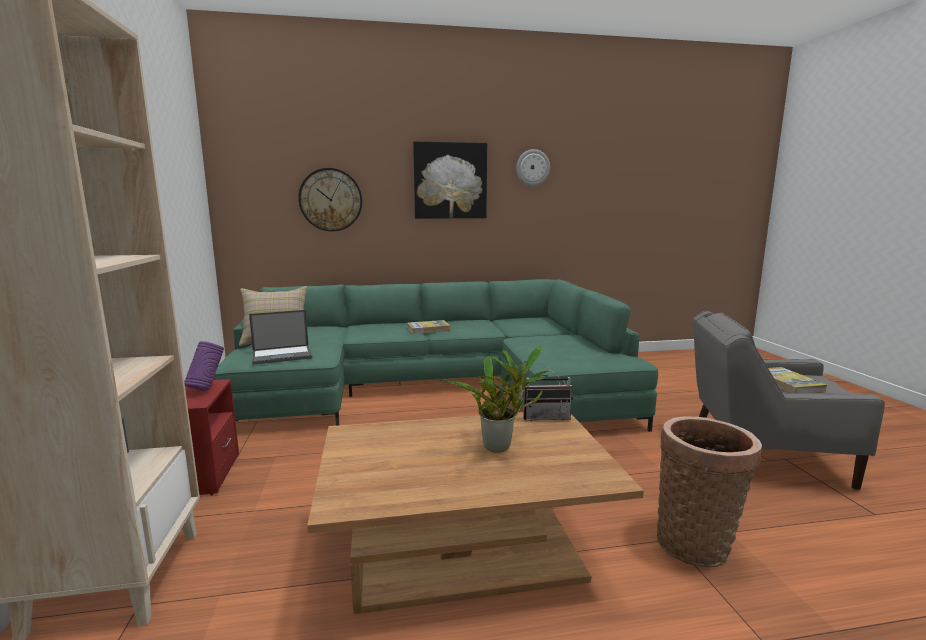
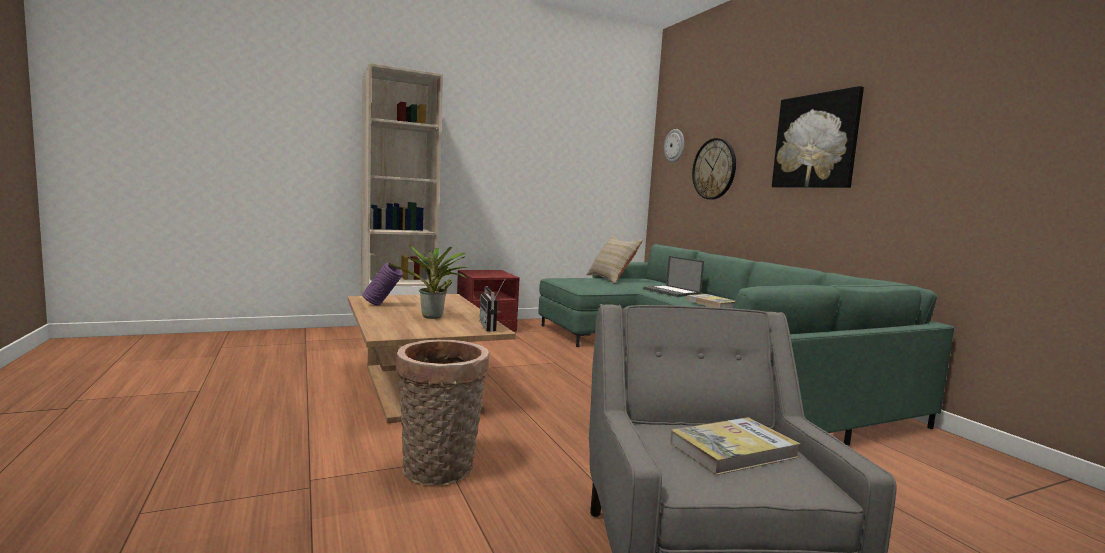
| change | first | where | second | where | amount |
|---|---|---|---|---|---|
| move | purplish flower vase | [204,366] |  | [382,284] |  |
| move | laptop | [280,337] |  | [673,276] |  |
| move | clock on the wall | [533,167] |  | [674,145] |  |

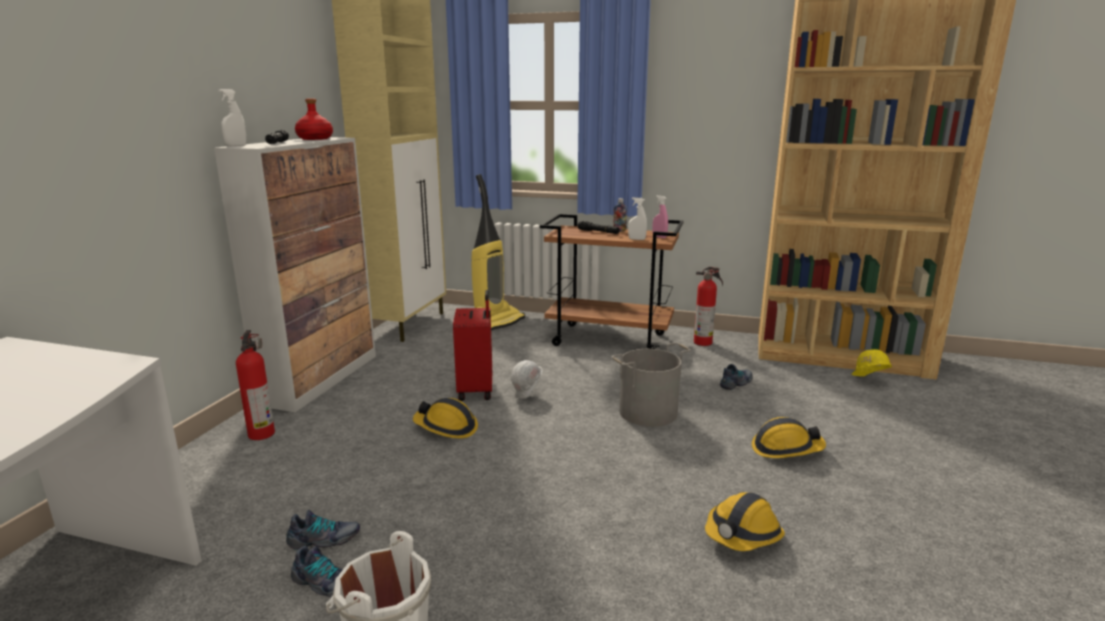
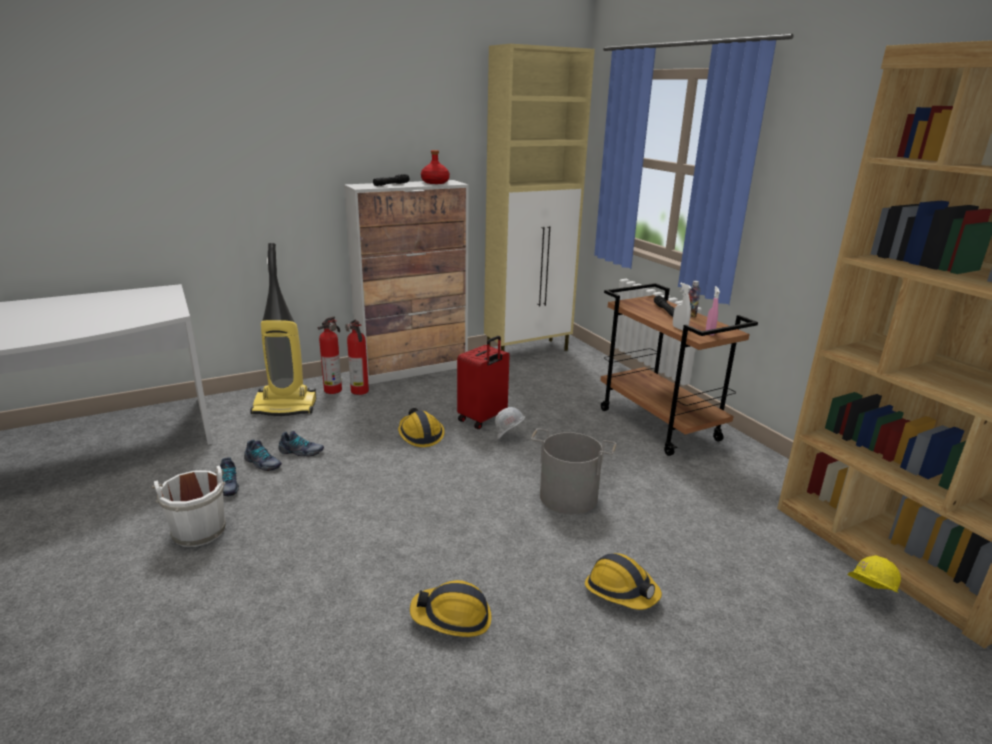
| change | first | where | second | where | amount |
|---|---|---|---|---|---|
| delete | whitish spray bottle | [232,117] |  |  |  |
| move | hoover | [498,252] |  | [283,329] |  |
| move | fire-fighting cylinder | [708,306] |  | [357,357] |  |
| move | shoe | [736,377] |  | [301,444] |  |

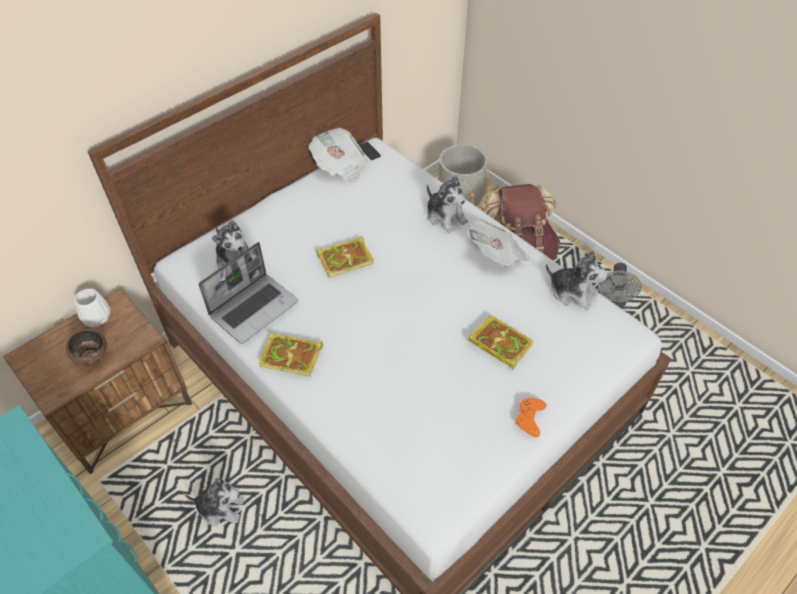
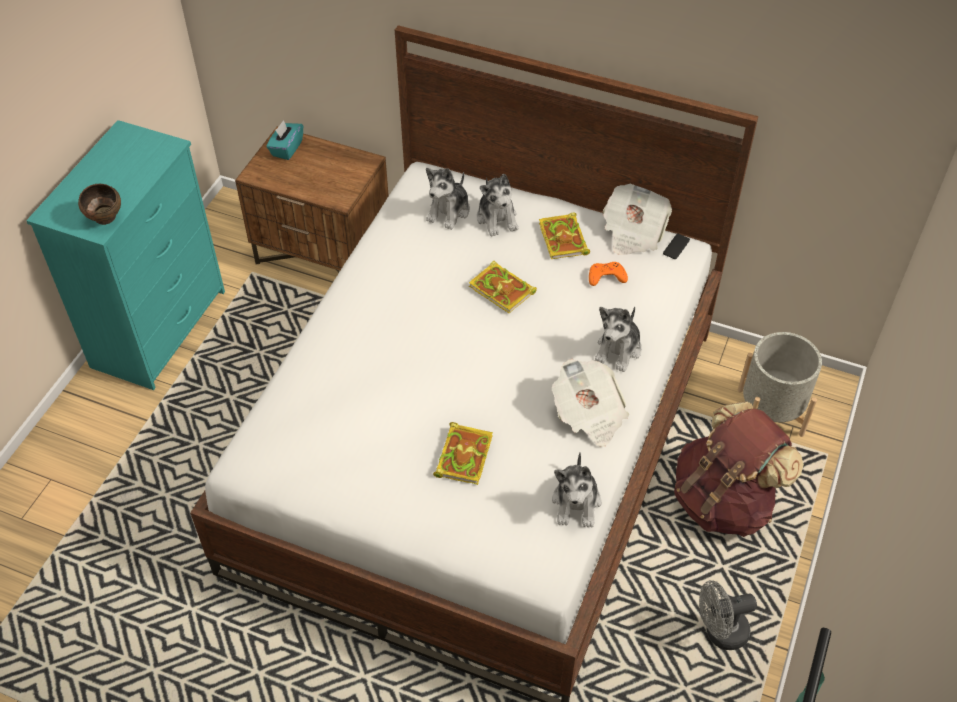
| change | first | where | second | where | amount |
|---|---|---|---|---|---|
| move | brown deep dish | [86,348] |  | [99,204] |  |
| delete | whitish flower vase | [92,308] |  |  |  |
| move | plush toy | [215,502] |  | [497,205] |  |
| delete | laptop | [248,293] |  |  |  |
| move | volume | [291,354] |  | [564,236] |  |
| move | orangey gamepad | [531,417] |  | [608,274] |  |
| insert |  |  | blue-green box of tissues | [284,140] |  |

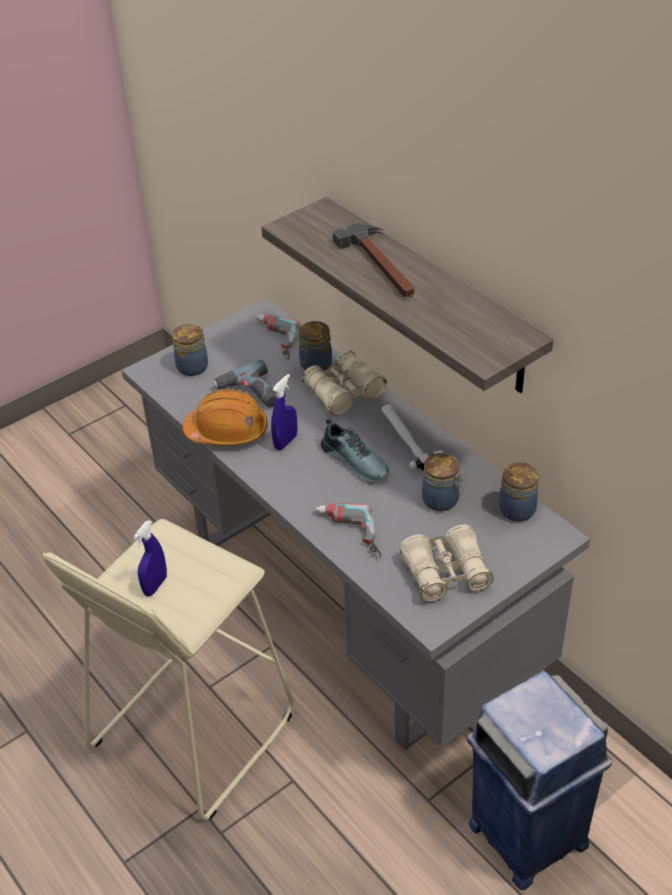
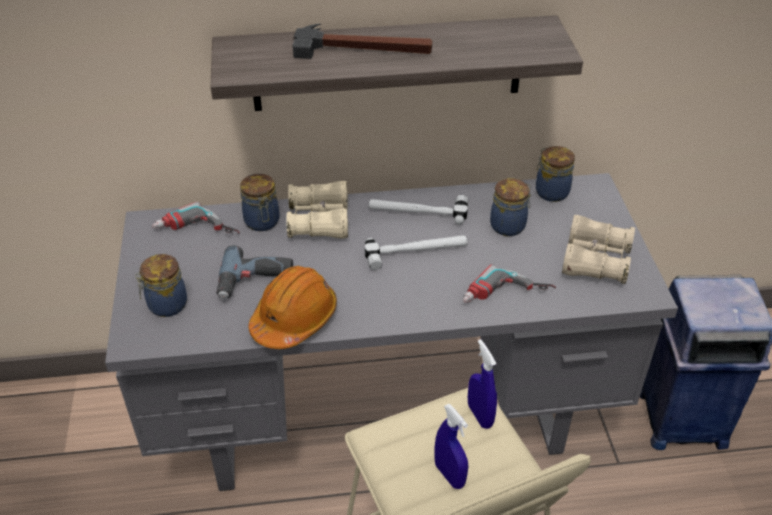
| change | first | where | second | where | amount |
|---|---|---|---|---|---|
| move | blue spray bottle | [284,412] |  | [482,384] |  |
| replace | shoe | [355,450] | hammer | [416,252] |  |

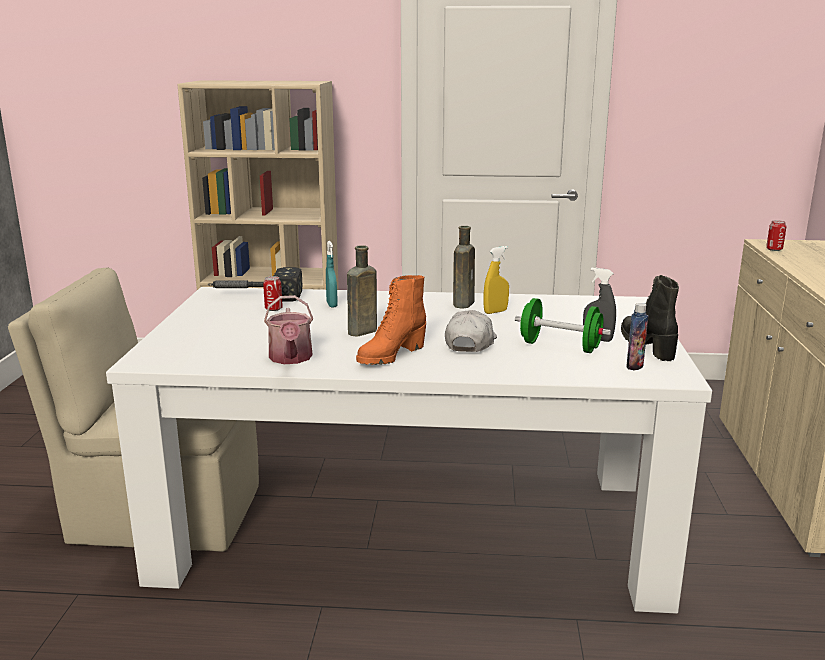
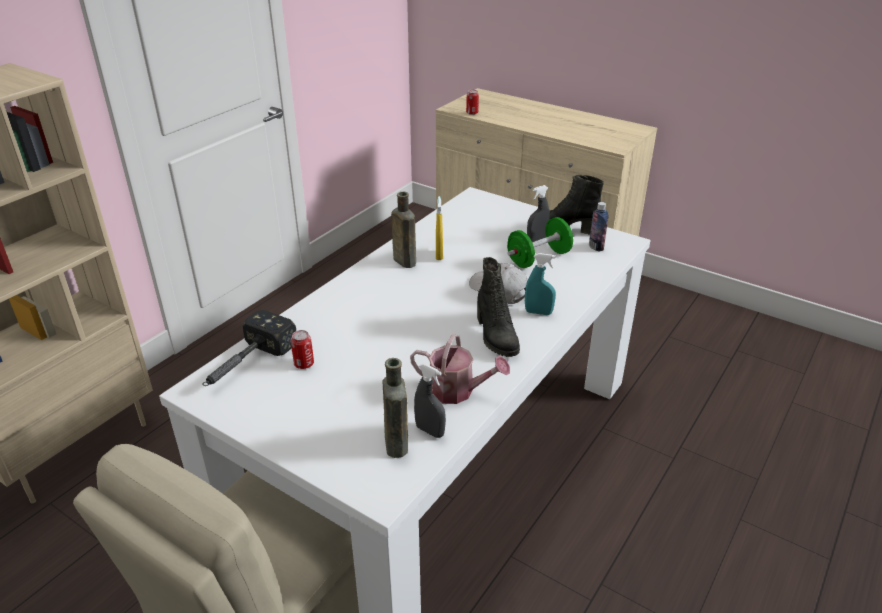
| change | first | where | second | where | amount |
|---|---|---|---|---|---|
| move | blue-green spray bottle | [332,274] |  | [540,284] |  |
| move | brown bottle | [362,290] |  | [395,408] |  |
| recolor | orangey tall boot | [391,320] | black-coloured tall boot | [498,307] |  |
| insert |  |  | grey spray bottle | [430,401] |  |

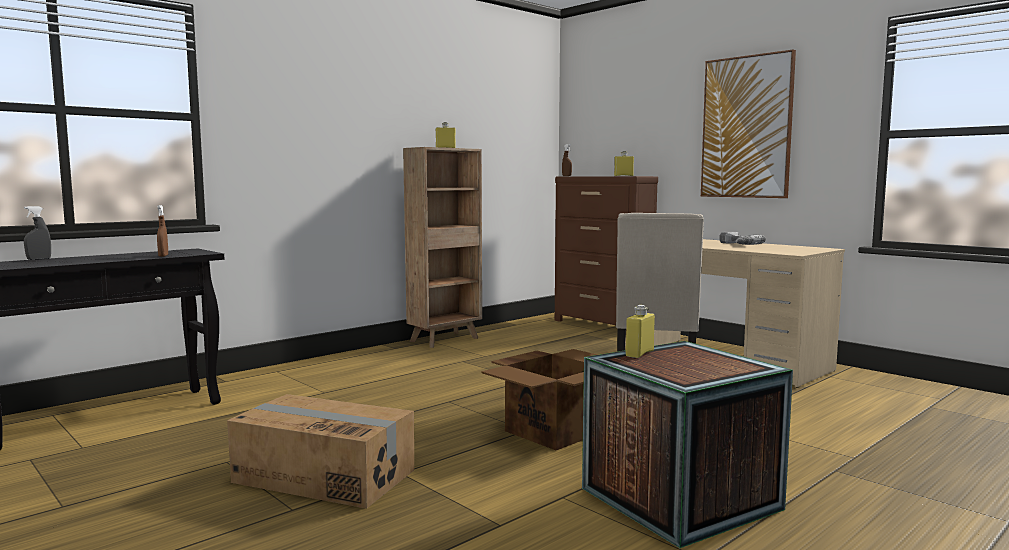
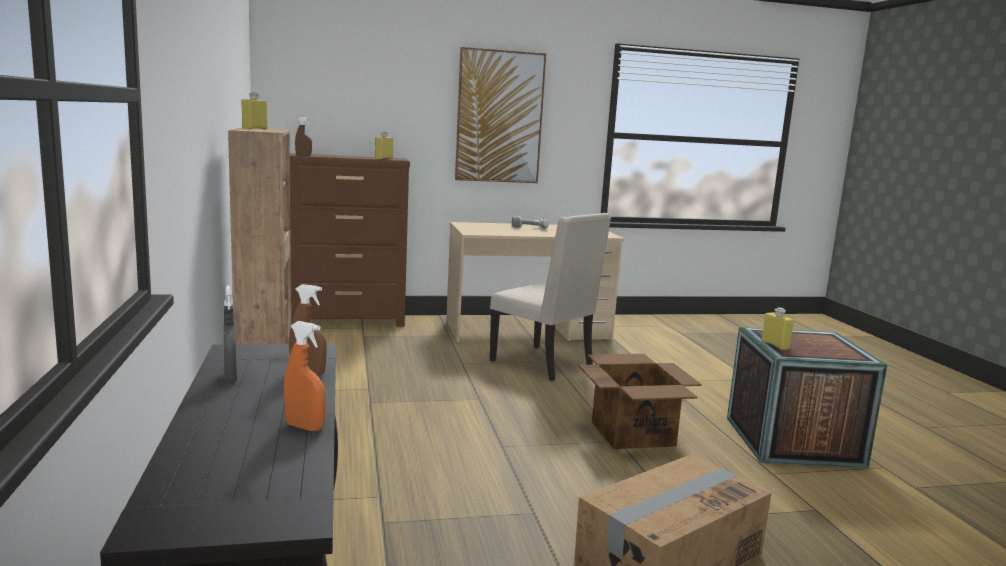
| change | first | where | second | where | amount |
|---|---|---|---|---|---|
| move | grey spray bottle | [37,233] |  | [230,334] |  |
| insert |  |  | orangey spray bottle | [305,376] |  |

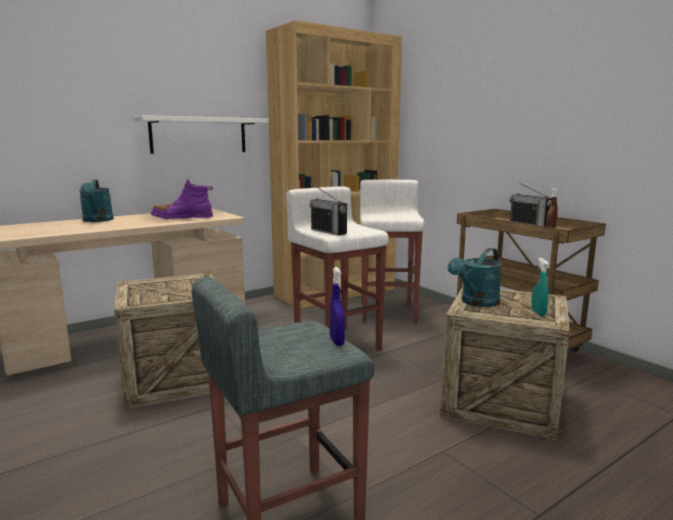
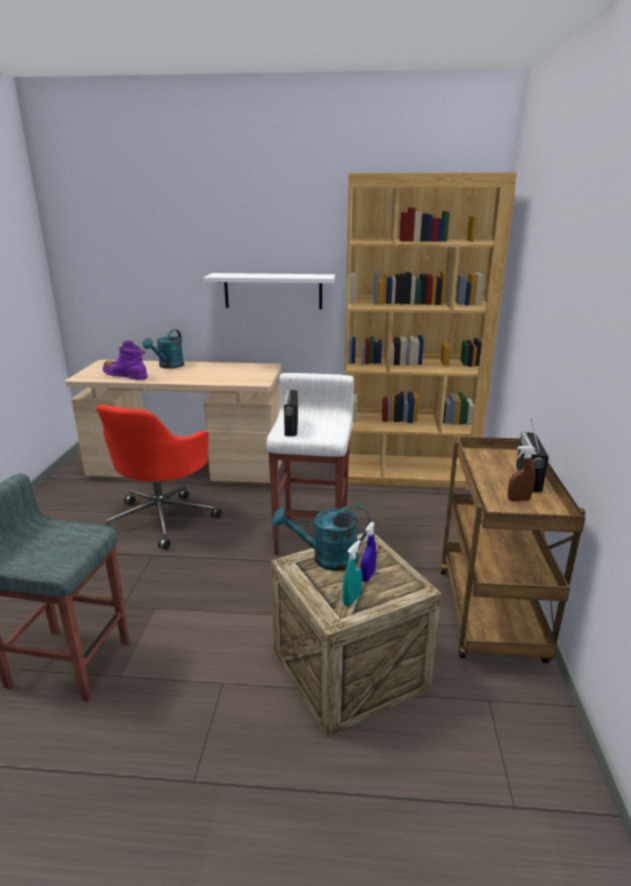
| change | first | where | second | where | amount |
|---|---|---|---|---|---|
| replace | shipping crate | [164,341] | red-coloured computer chair | [158,477] |  |
| move | purplish tall boot | [182,199] |  | [125,360] |  |
| move | blue spray bottle | [337,306] |  | [368,552] |  |
| delete | whitish sitting stool | [392,251] |  |  |  |

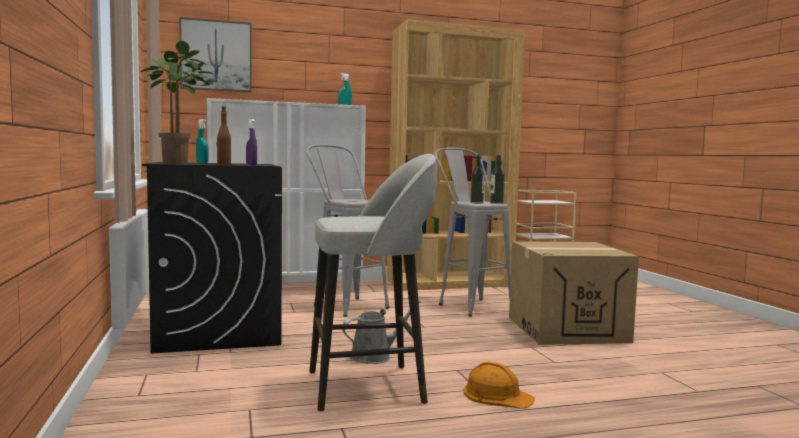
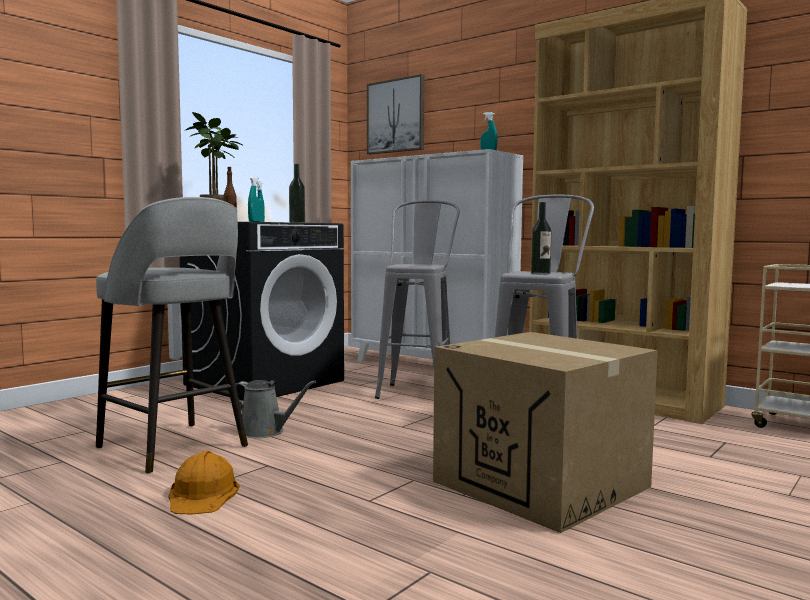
| change | first | where | second | where | amount |
|---|---|---|---|---|---|
| recolor | purplish spray bottle | [251,142] | blue-green spray bottle | [255,199] |  |
| move | bottle | [497,179] |  | [297,193] |  |

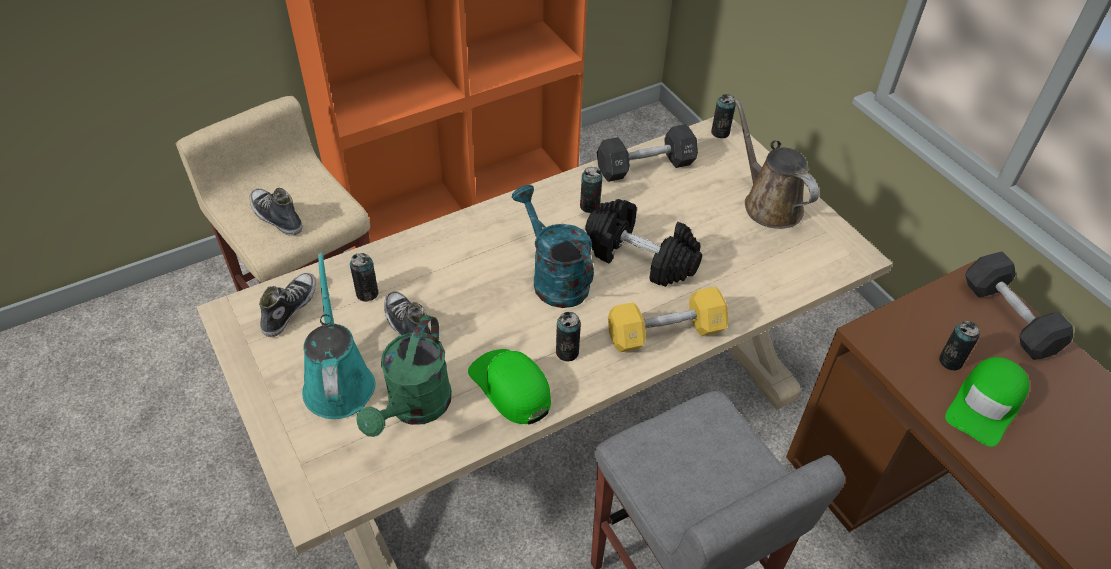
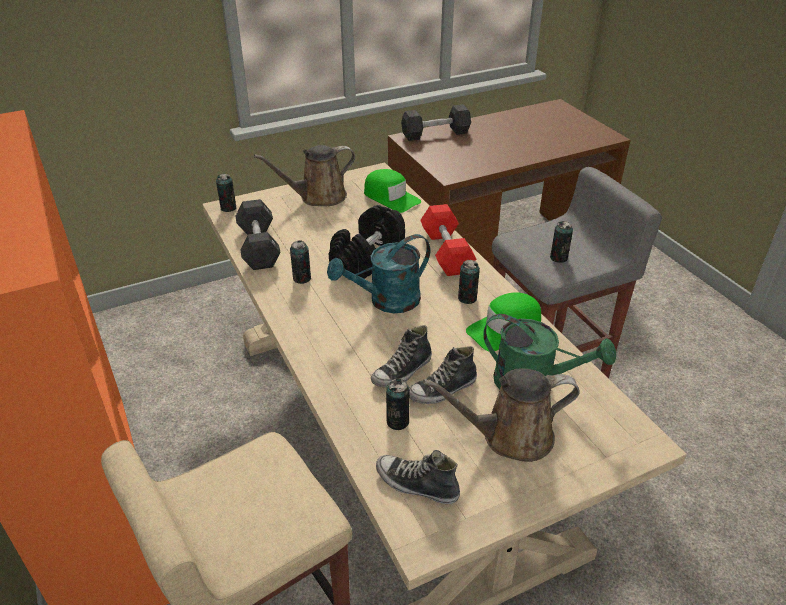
| change | first | where | second | where | amount |
|---|---|---|---|---|---|
| move | shoe | [275,211] |  | [401,356] |  |
| recolor | blue-green watering pot | [339,335] | brown watering pot | [501,415] |  |
| recolor | yellowish dumbbell | [668,319] | red-coloured dumbbell | [448,240] |  |
| move | sealed can | [959,346] |  | [561,242] |  |
| move | green baseball cap | [987,402] |  | [392,191] |  |

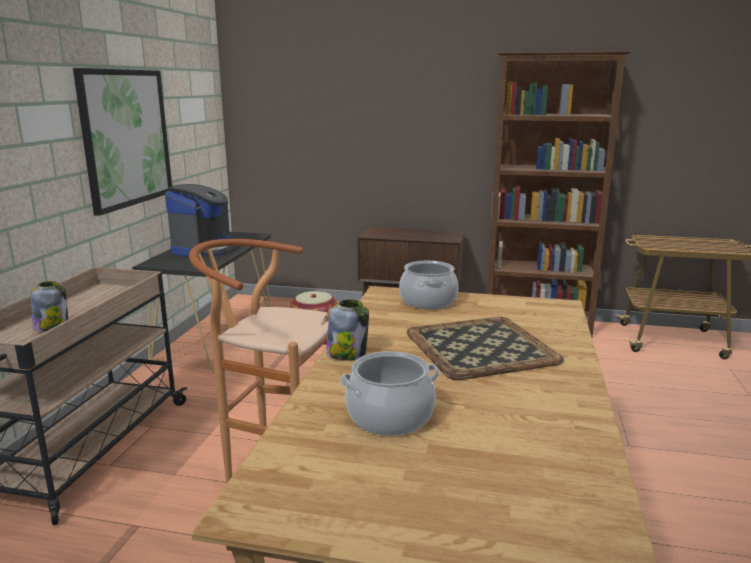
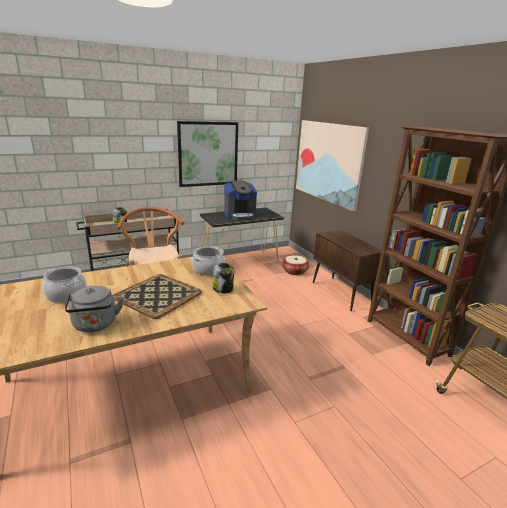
| change | first | where | second | where | amount |
|---|---|---|---|---|---|
| move | preserve jar | [347,329] |  | [223,278] |  |
| insert |  |  | grey kettle | [94,309] |  |
| insert |  |  | picture | [332,166] |  |

